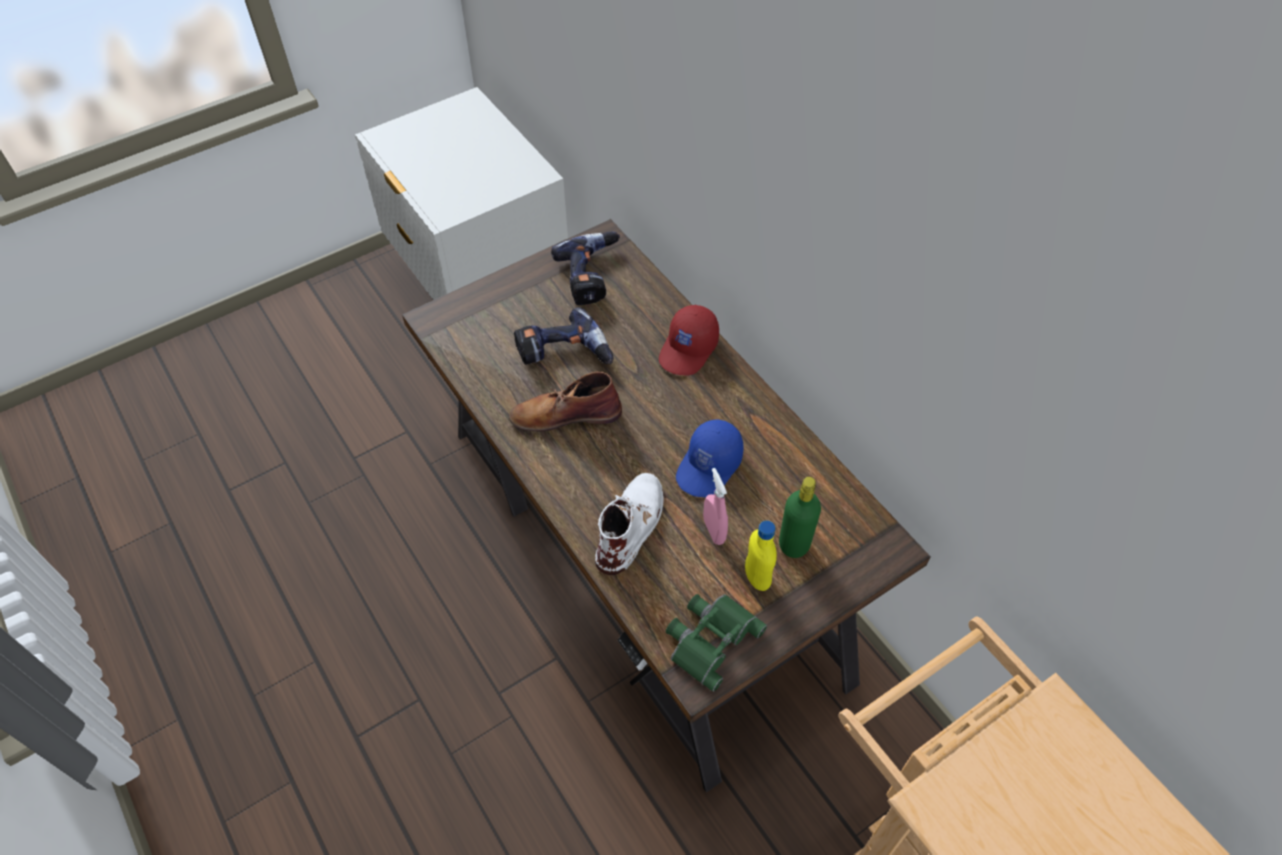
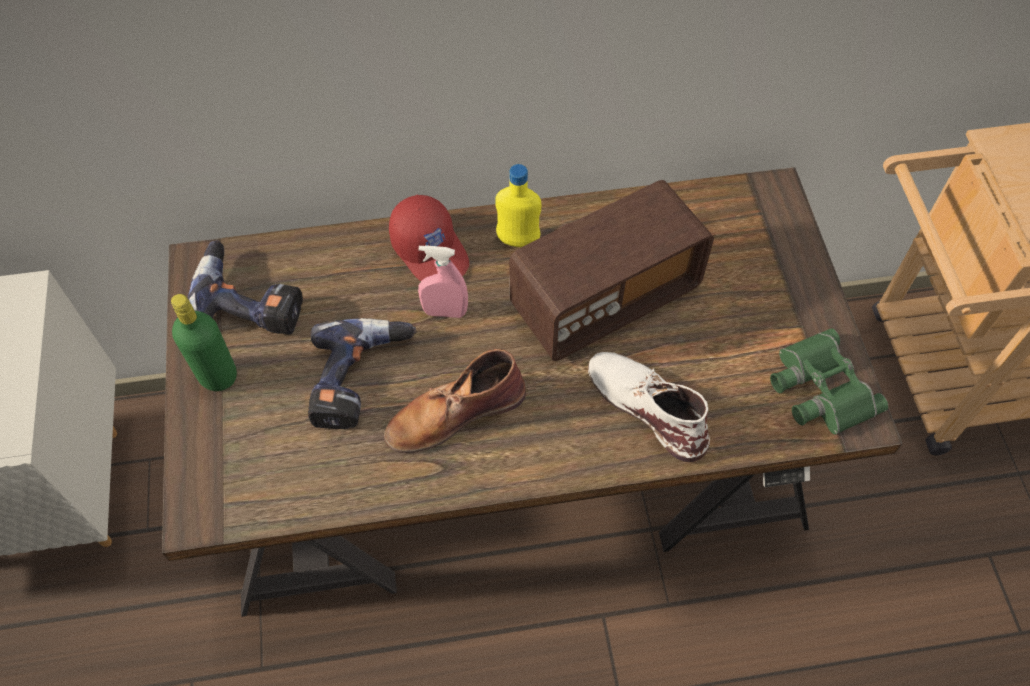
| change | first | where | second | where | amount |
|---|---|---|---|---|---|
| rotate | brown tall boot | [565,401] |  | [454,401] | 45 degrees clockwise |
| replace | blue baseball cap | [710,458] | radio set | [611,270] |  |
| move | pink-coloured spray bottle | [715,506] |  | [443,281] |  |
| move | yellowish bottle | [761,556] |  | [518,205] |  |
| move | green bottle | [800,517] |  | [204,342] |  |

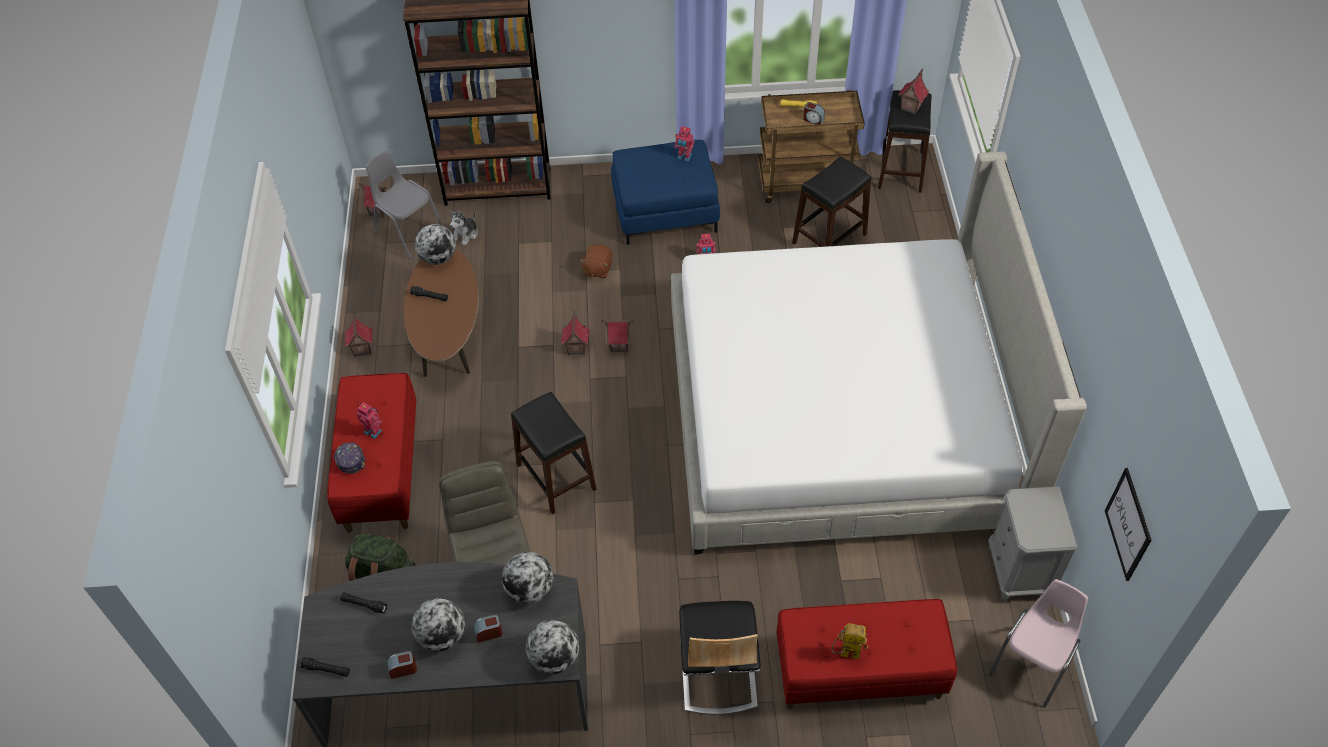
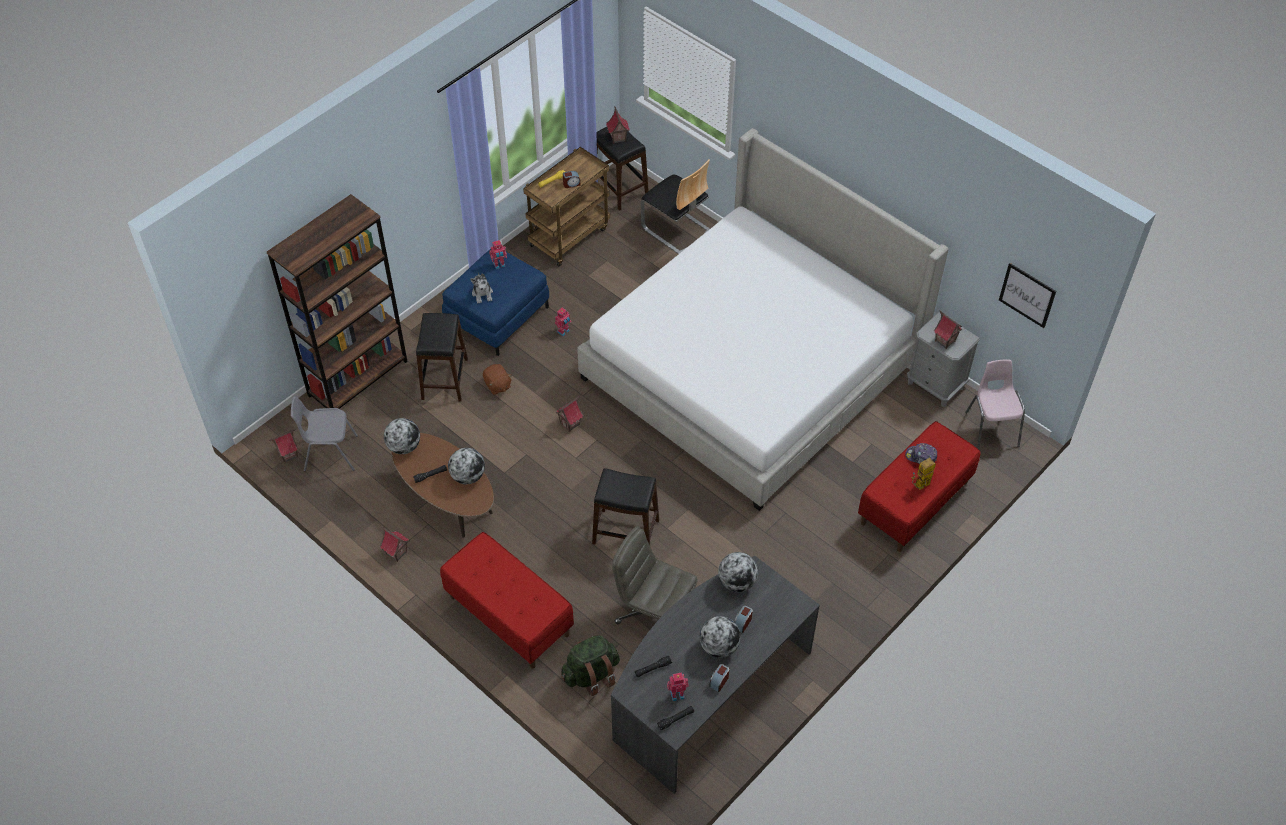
| change | first | where | second | where | amount |
|---|---|---|---|---|---|
| move | baseball cap | [349,458] |  | [921,453] |  |
| move | model robot | [369,420] |  | [678,687] |  |
| move | plush toy | [463,228] |  | [481,287] |  |
| move | globe | [552,647] |  | [466,466] |  |
| move | toy house | [575,332] |  | [948,330] |  |
| move | chair | [720,658] |  | [675,206] |  |
| move | black-coloured sitting stool | [831,202] |  | [442,357] |  |

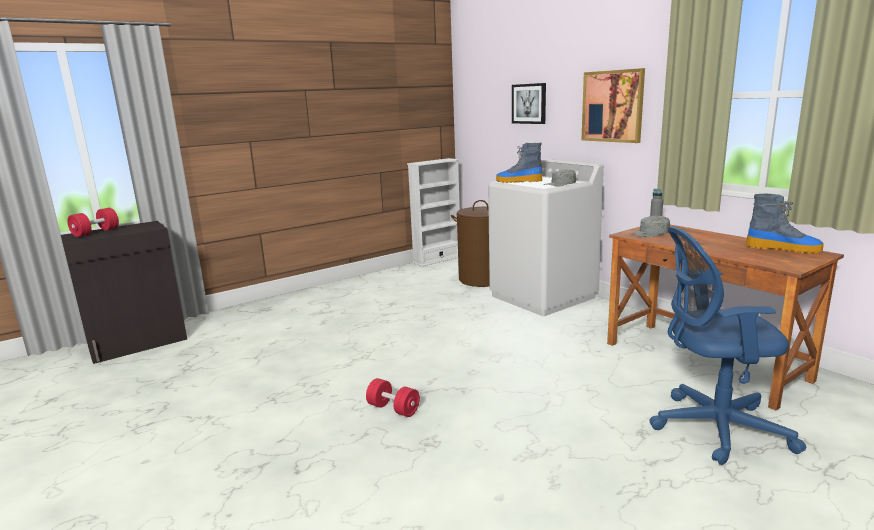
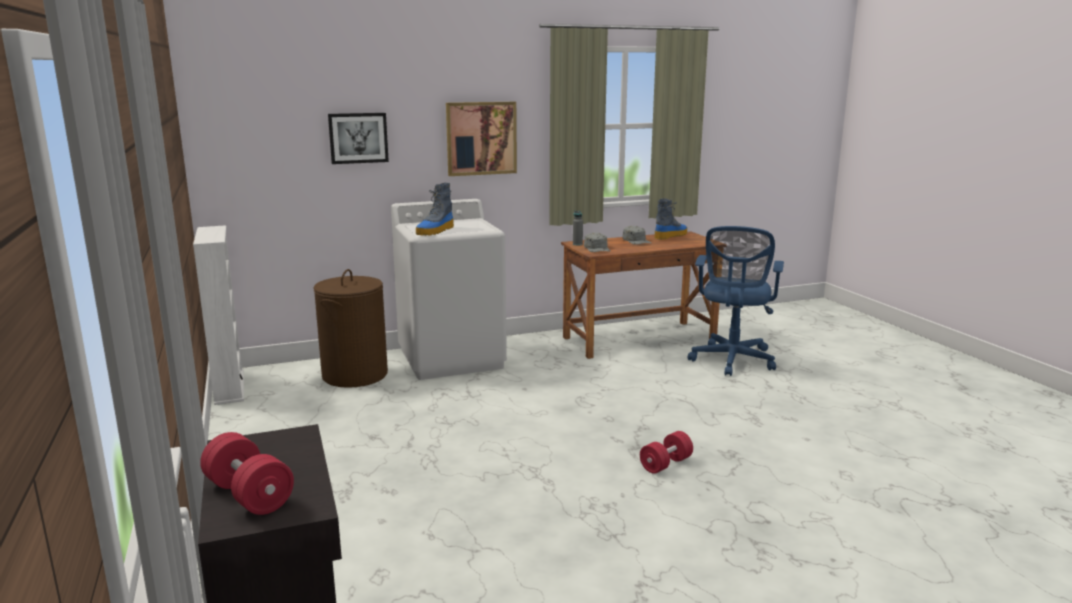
| change | first | where | second | where | amount |
|---|---|---|---|---|---|
| move | grey baseball cap | [559,178] |  | [636,235] |  |

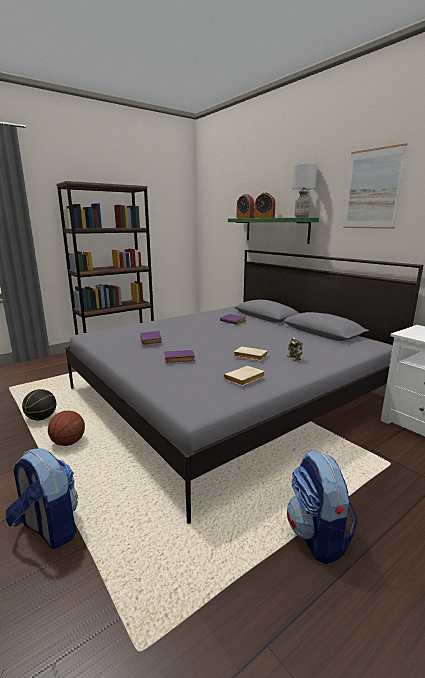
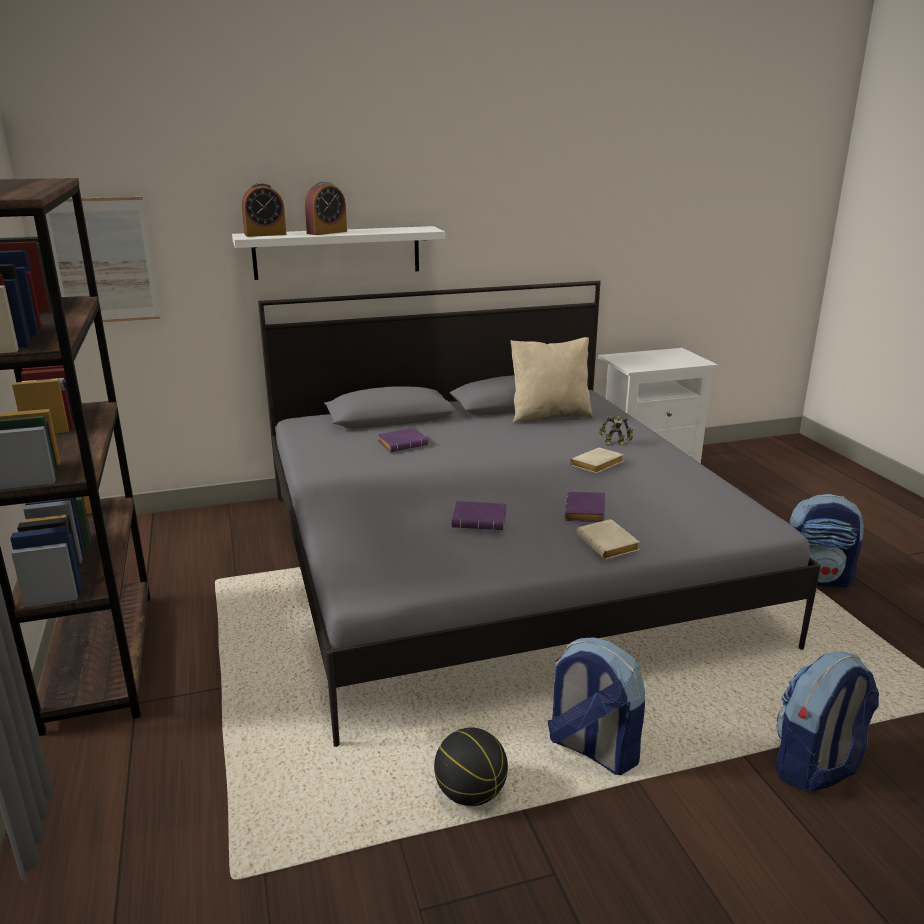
| change | first | where | second | where | amount |
|---|---|---|---|---|---|
| replace | basketball ball | [66,428] | rucksack | [596,706] |  |
| move | beige volume | [244,376] |  | [608,539] |  |
| recolor | green wall shelf | [273,231] | whitish wall shelf | [338,253] |  |
| delete | grey tabletop lamp | [304,190] |  |  |  |
| move | picture | [375,186] |  | [103,260] |  |
| insert |  |  | beige pillow | [552,380] |  |

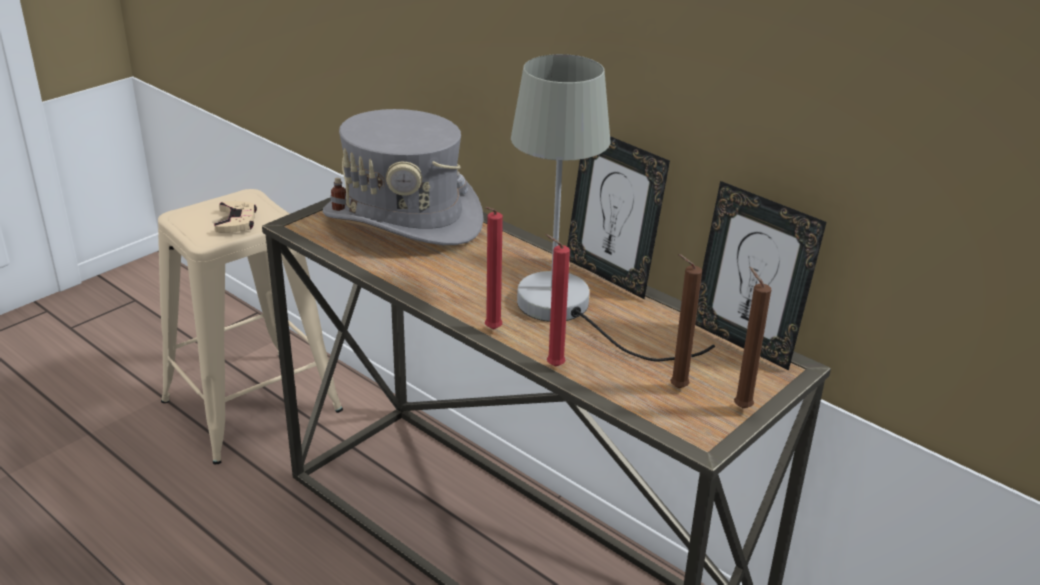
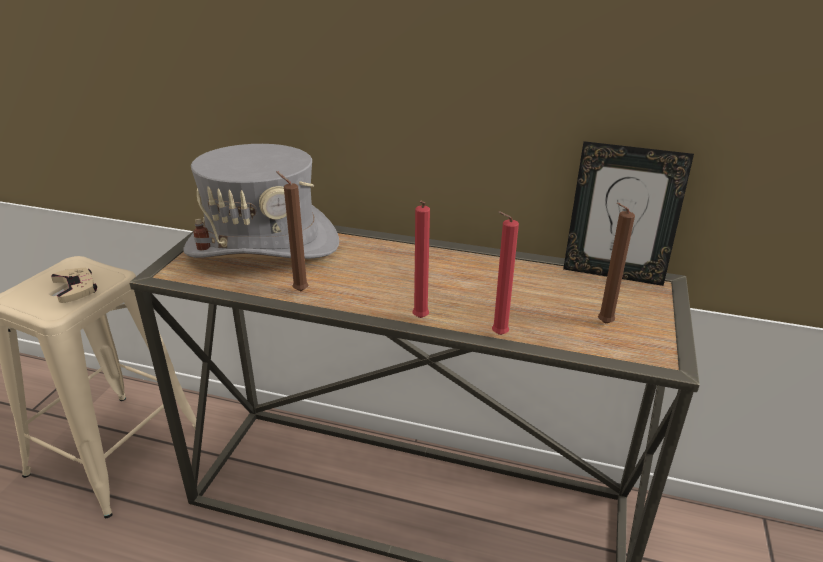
| change | first | where | second | where | amount |
|---|---|---|---|---|---|
| delete | grey tabletop lamp | [613,207] |  |  |  |
| delete | photo frame | [618,217] |  |  |  |
| move | brown wax candle | [752,337] |  | [292,231] |  |

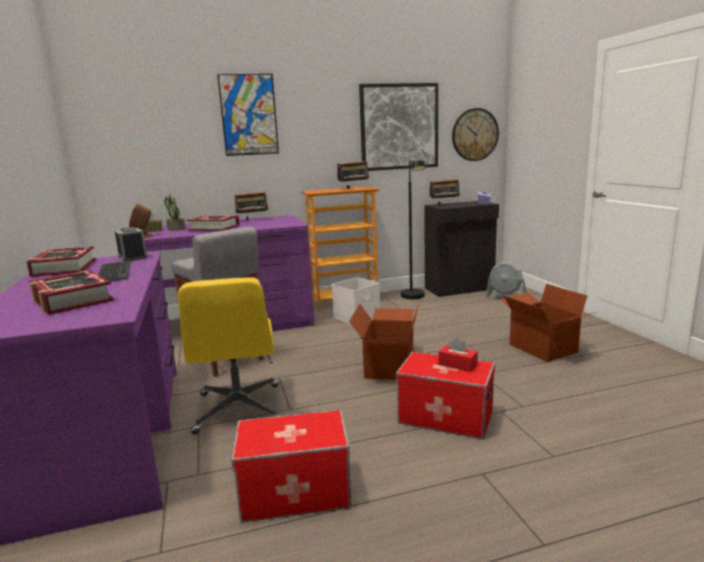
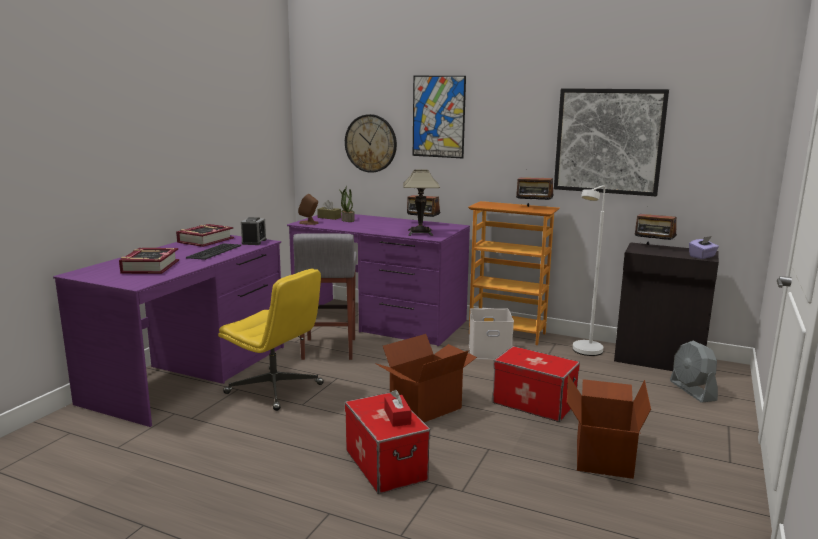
| change | first | where | second | where | amount |
|---|---|---|---|---|---|
| rotate | yellowish computer chair | [229,356] |  | [271,339] | 90 degrees counterclockwise |
| delete | volume | [213,223] |  |  |  |
| move | storage bin | [291,466] |  | [536,384] |  |
| recolor | black-coloured floor lamp | [413,229] | whitish floor lamp | [589,270] |  |
| move | clock on the wall | [475,134] |  | [371,143] |  |
| insert |  |  | tabletop lamp | [421,203] |  |

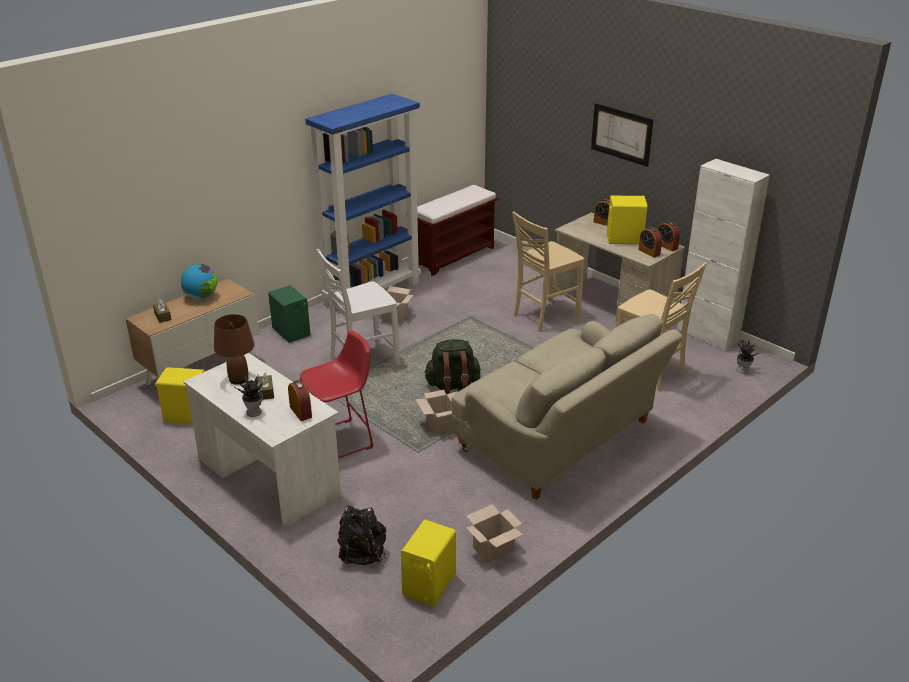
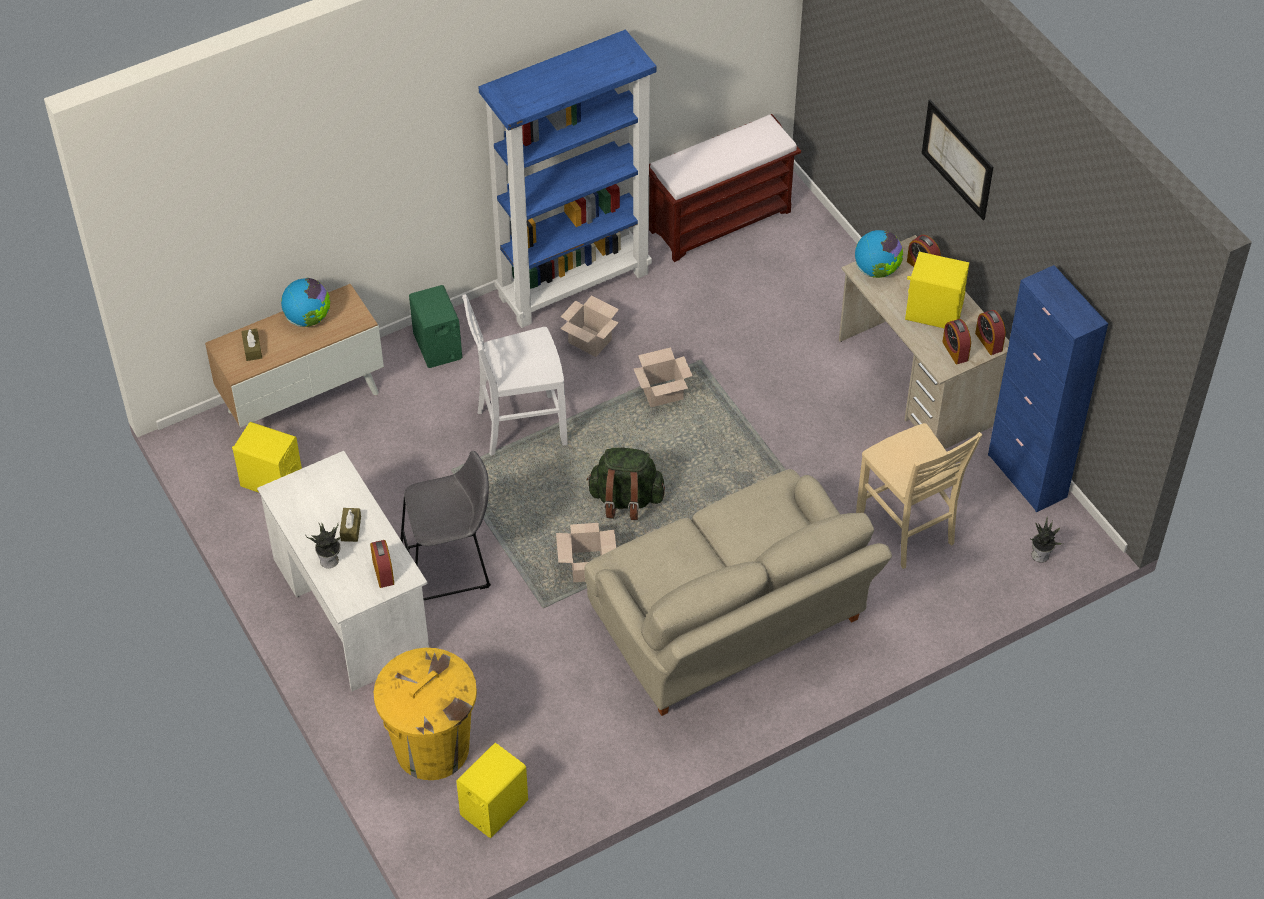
| change | first | where | second | where | amount |
|---|---|---|---|---|---|
| delete | brown tabletop lamp | [234,349] |  |  |  |
| recolor | red-coloured sitting stool | [337,394] | grey sitting stool | [445,525] |  |
| replace | black-coloured rucksack | [361,535] | yellowish waste bin | [425,714] |  |
| move | cardboard box | [494,533] |  | [663,377] |  |
| delete | beige chair | [548,271] |  |  |  |
| recolor | whitish cupboard | [723,255] | blue cupboard | [1048,388] |  |
| insert |  |  | globe | [879,254] |  |

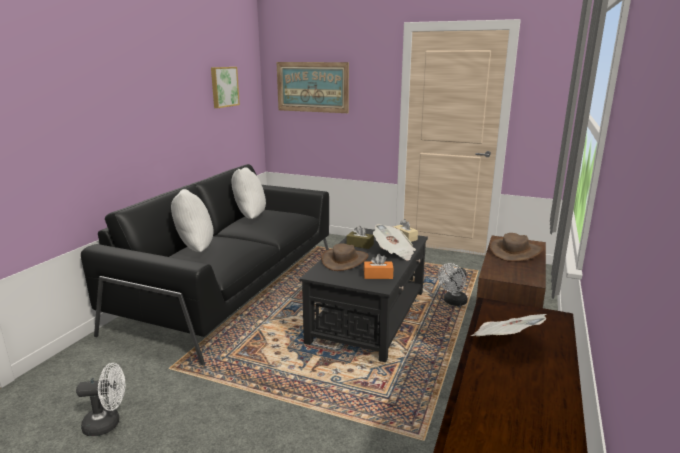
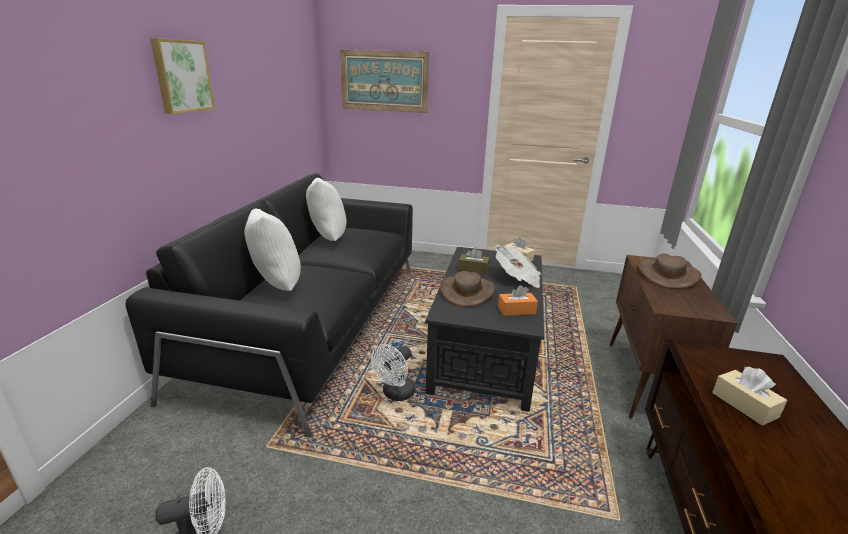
| change | first | where | second | where | amount |
|---|---|---|---|---|---|
| move | picture | [225,87] |  | [182,76] |  |
| move | whitish fan | [453,284] |  | [393,372] |  |
| replace | printed paper | [509,325] | beige box of tissues | [749,396] |  |

